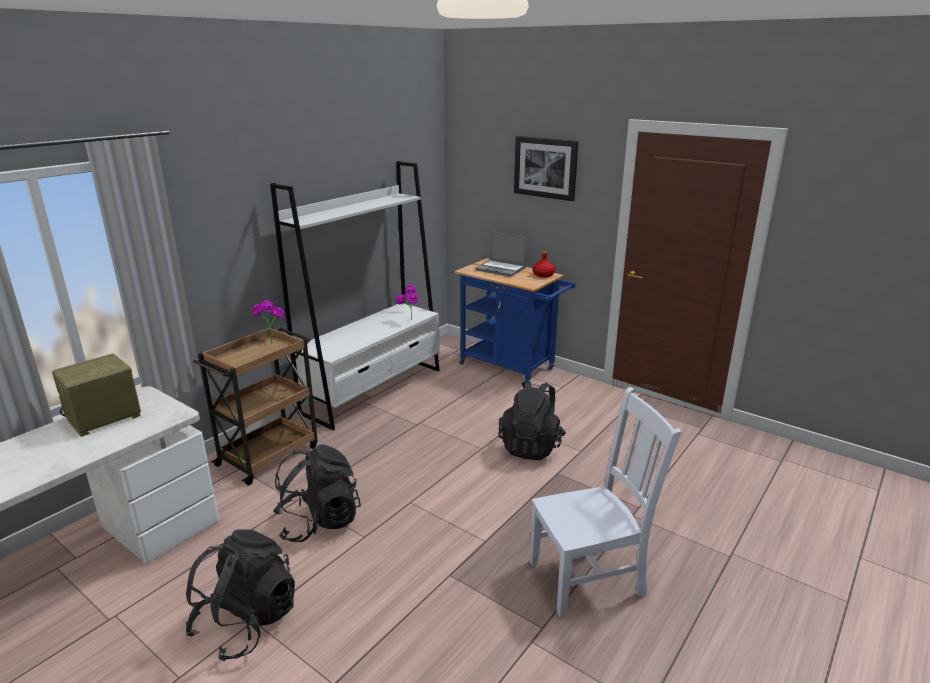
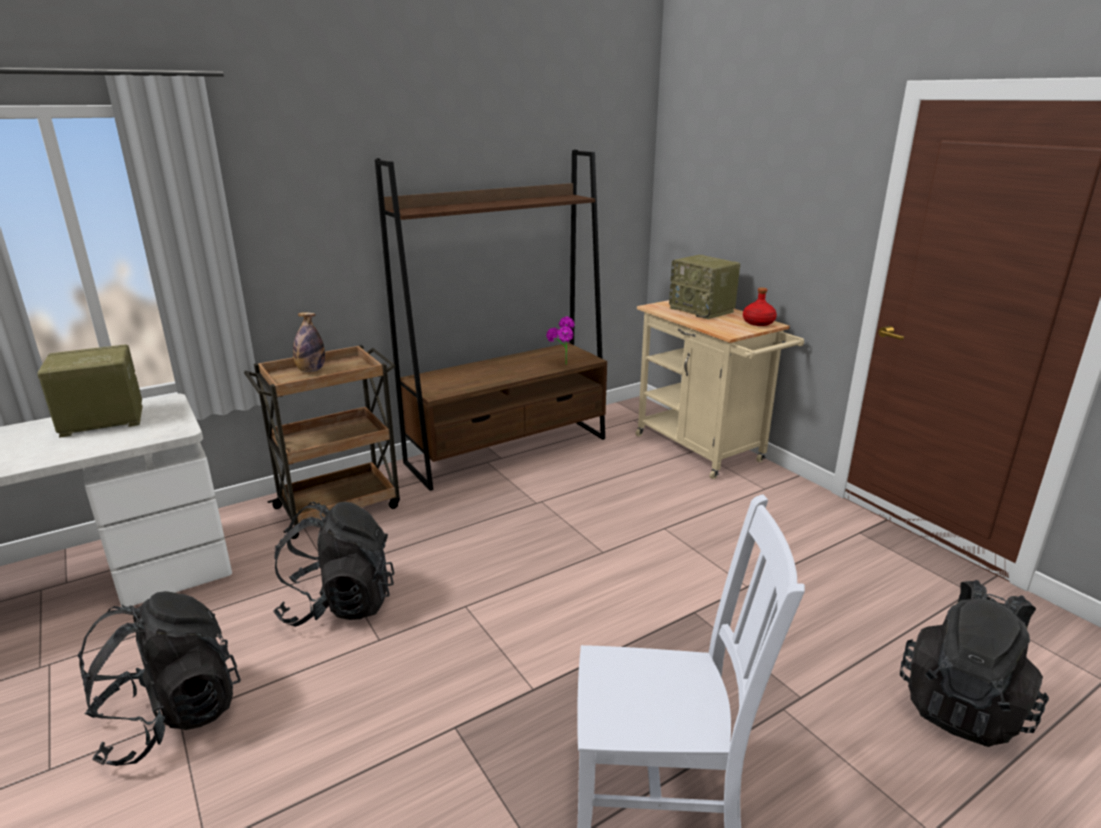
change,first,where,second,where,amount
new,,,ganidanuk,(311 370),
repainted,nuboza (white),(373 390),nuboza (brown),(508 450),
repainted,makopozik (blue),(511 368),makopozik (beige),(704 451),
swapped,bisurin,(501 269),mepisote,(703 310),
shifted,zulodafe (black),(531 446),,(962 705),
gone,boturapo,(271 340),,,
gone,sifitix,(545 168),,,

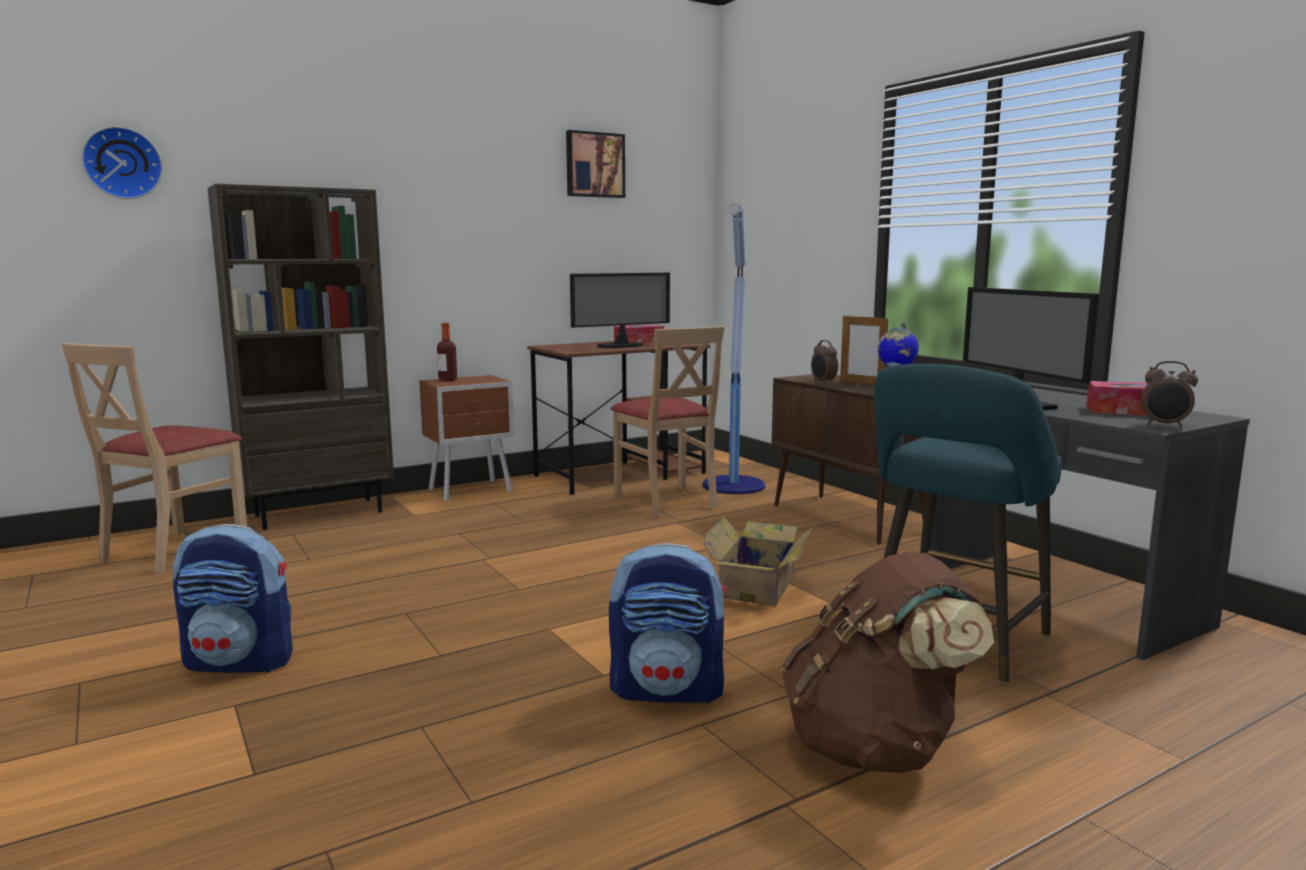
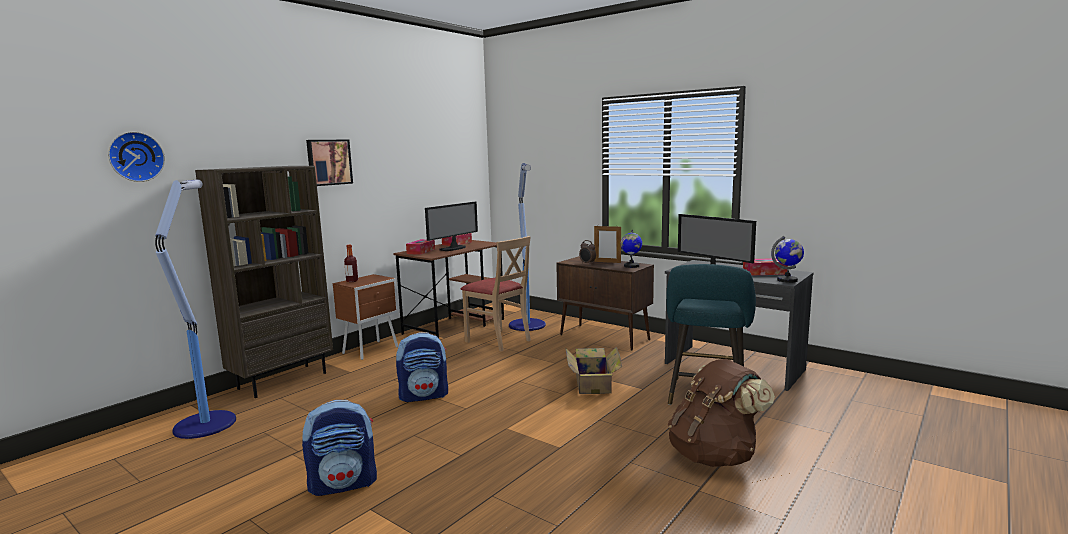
change,first,where,second,where,amount
swapped,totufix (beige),(173 551),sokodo,(206 423),
shifted,sifitix,(594 165),,(328 162),
shifted,zulodafe,(668 690),,(424 396),
new,,,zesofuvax,(421 251),
swapped,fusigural,(1164 425),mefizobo,(787 280),

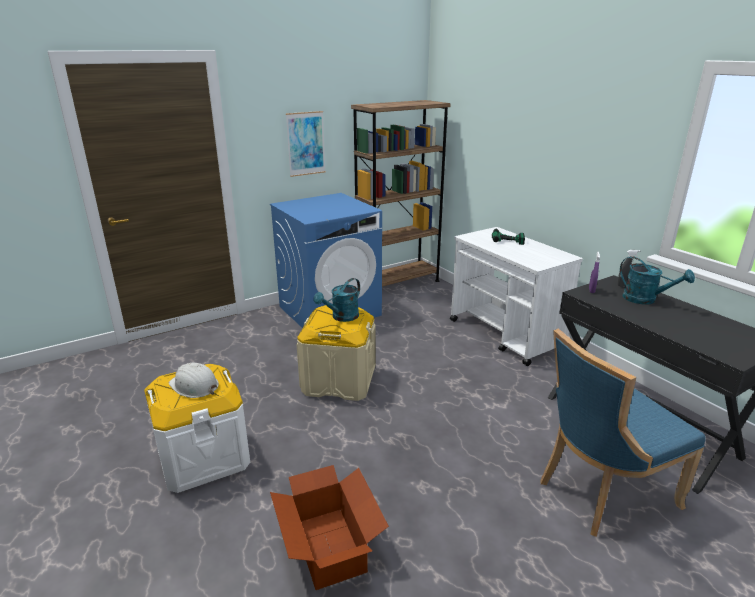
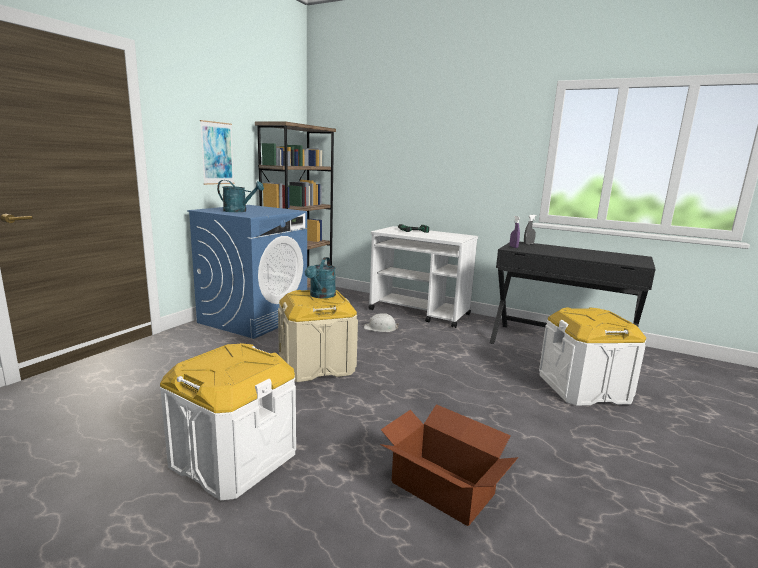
change,first,where,second,where,amount
shifted,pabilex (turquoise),(645 300),,(239 211),
shifted,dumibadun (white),(194 386),,(380 328),
swapped,totufix (blue),(601 492),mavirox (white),(583 388),

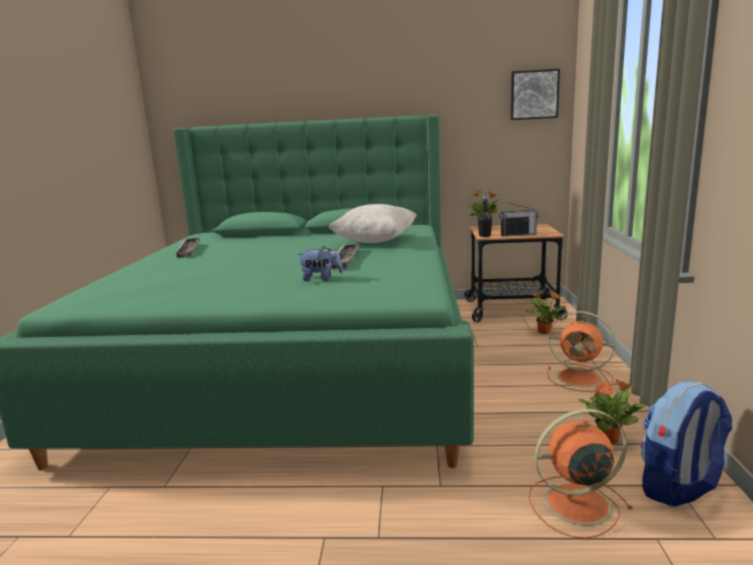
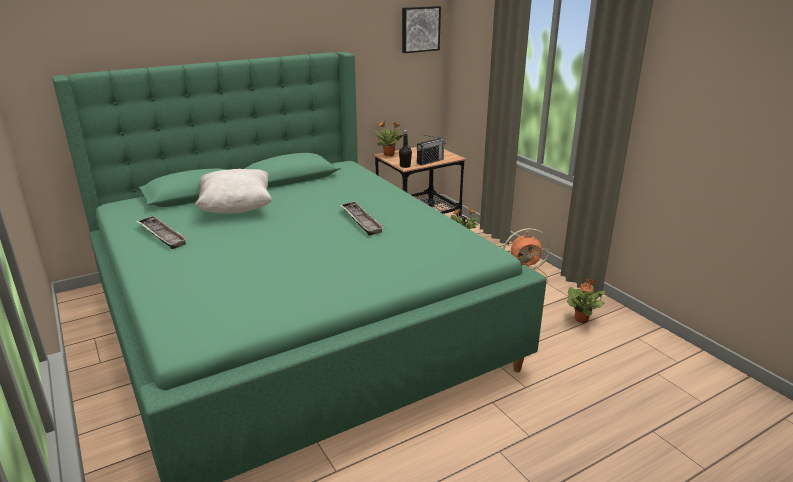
change,first,where,second,where,amount
shifted,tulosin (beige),(375 241),,(236 208),
gone,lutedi,(321 279),,,
gone,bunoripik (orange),(574 504),,,
gone,zulodafe,(679 488),,,

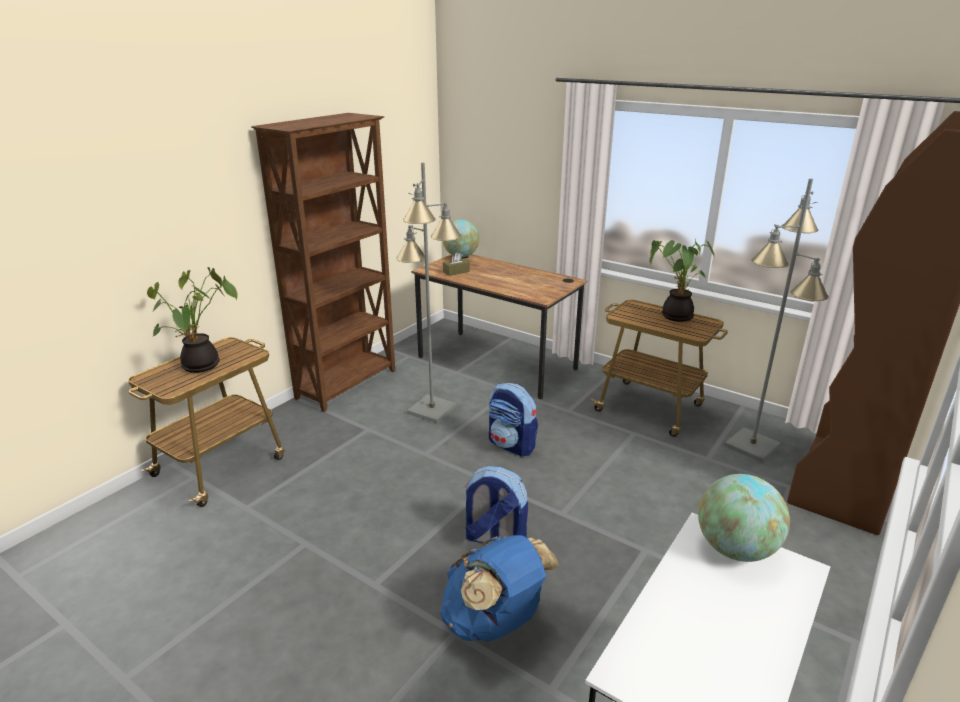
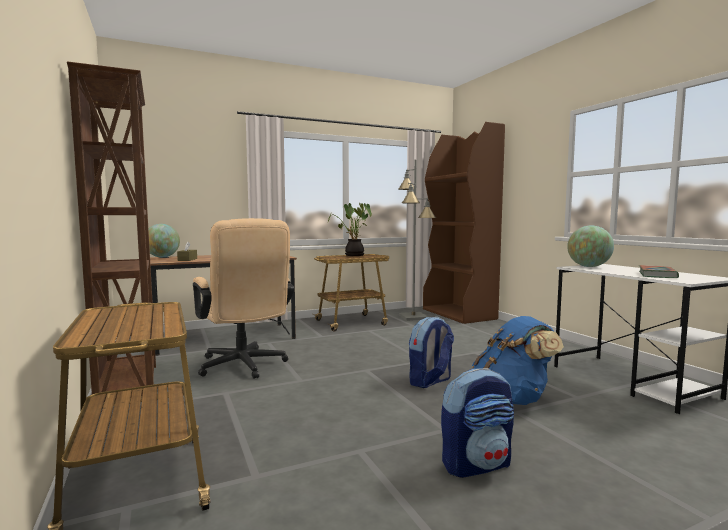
change,first,where,second,where,amount
swapped,sokodo (grey),(431 410),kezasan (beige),(244 367),
shifted,zulodafe,(512 445),,(476 464),
new,,,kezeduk,(657 275),
gone,boturapo,(202 367),,,

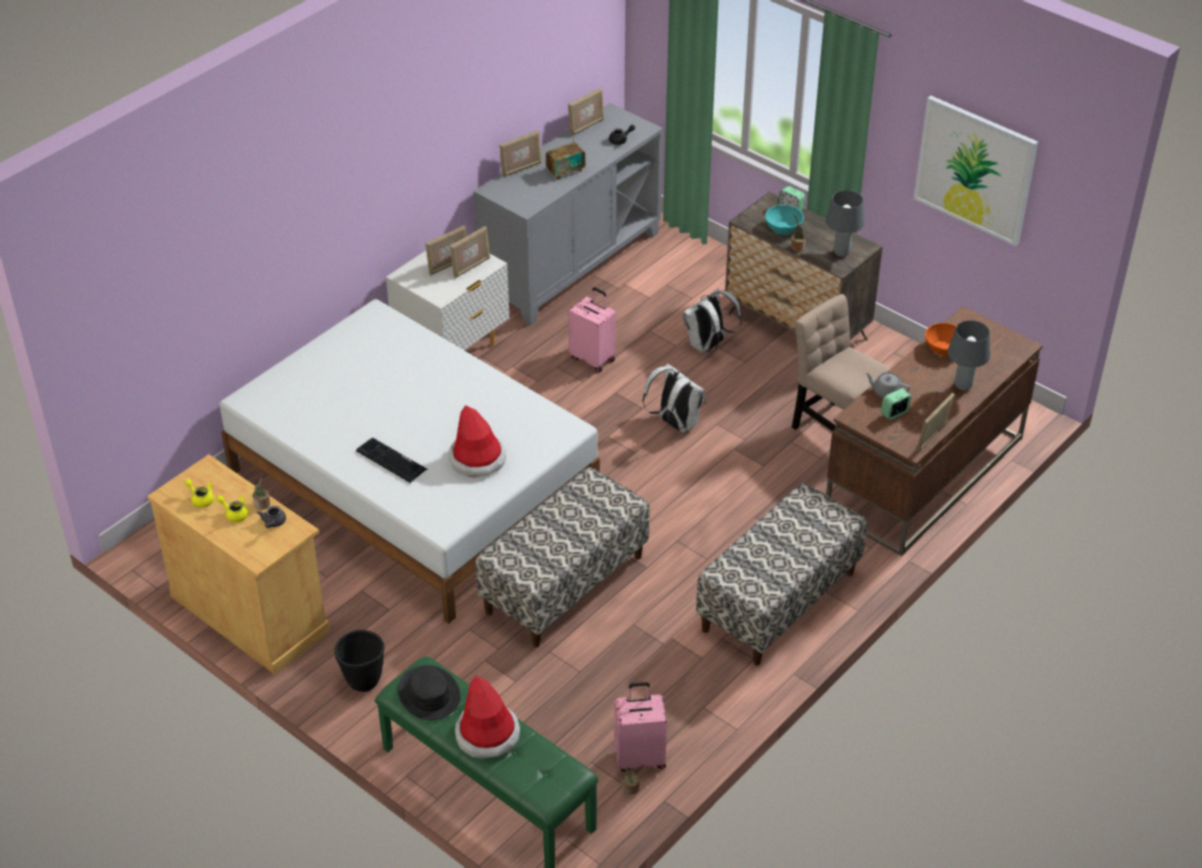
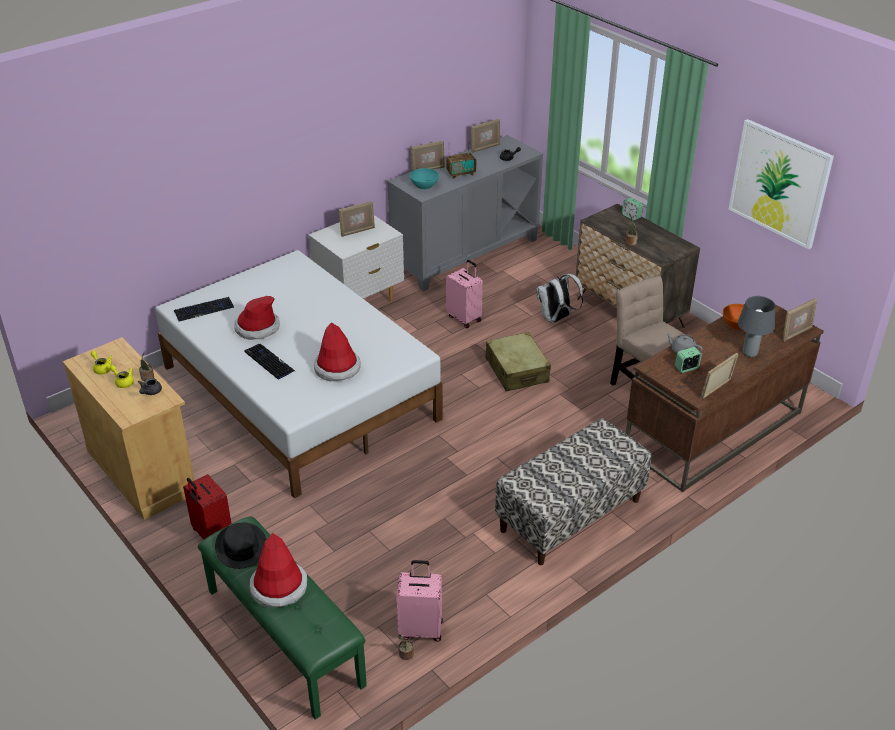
change,first,where,second,where,amount
new,,,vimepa,(204 310),
swapped,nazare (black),(363 681),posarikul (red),(211 534),
new,,,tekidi,(257 328),
shifted,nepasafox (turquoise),(783 228),,(424 185),
swapped,zulodafe (white),(675 423),posarikul (beige),(517 370),
shifted,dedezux,(470 267),,(796 333),
gone,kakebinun,(564 584),,,
gone,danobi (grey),(841 252),,,

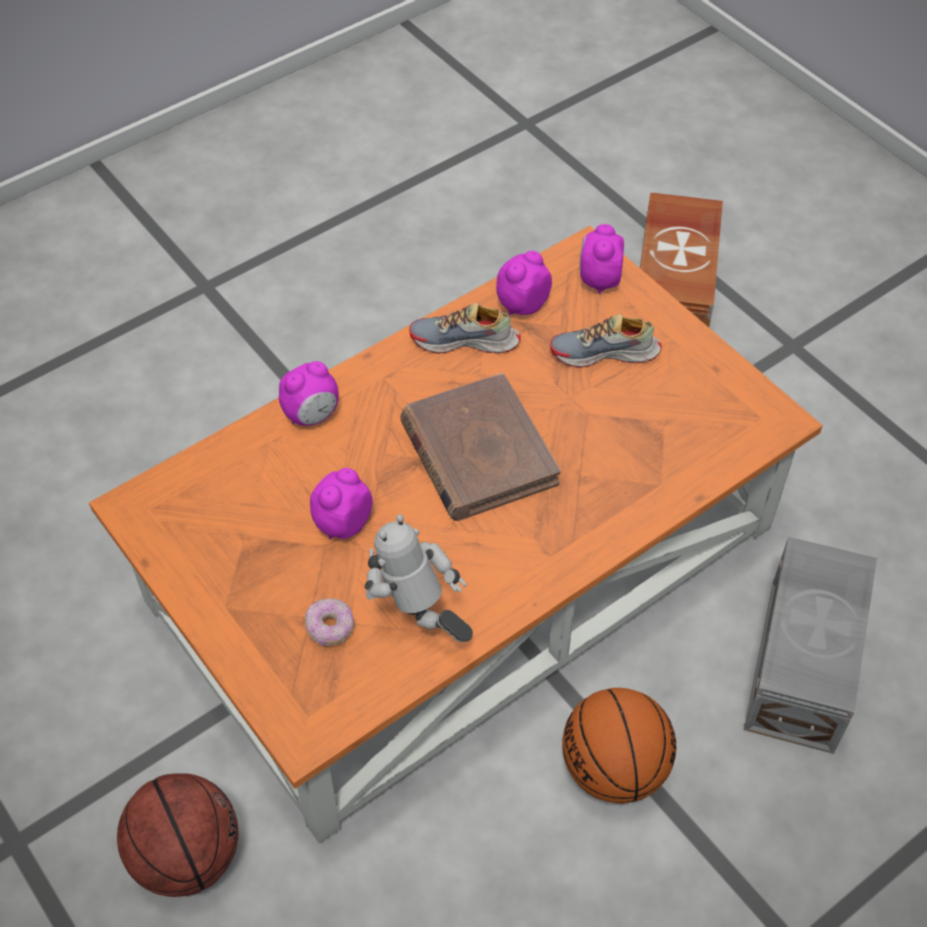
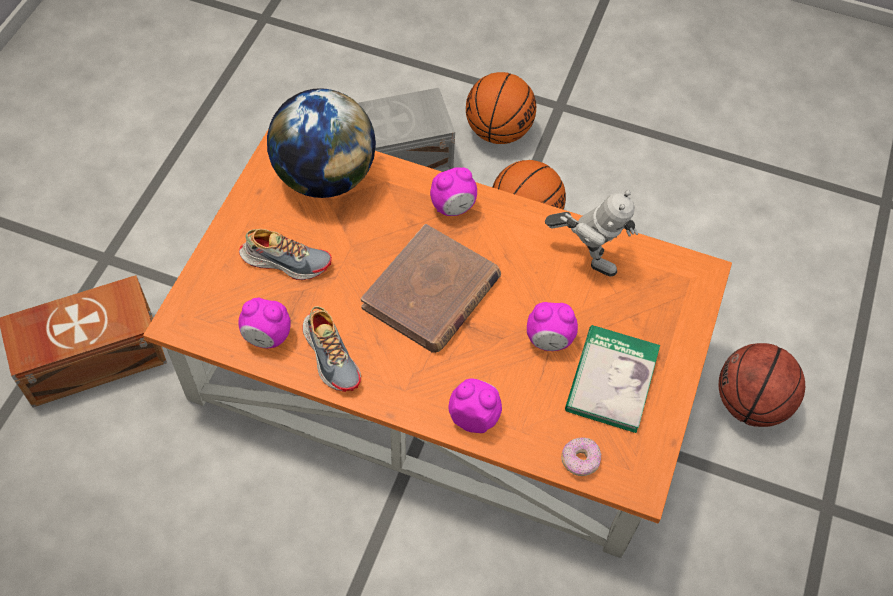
change,first,where,second,where,amount
rotated,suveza,(605 353),,(286 261),45 degrees counterclockwise
new,,,mefizobo,(325 176),
shifted,fusigural,(598 280),,(453 207),
new,,,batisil,(498 131),
rotated,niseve,(418 624),,(587 256),75 degrees counterclockwise
shifted,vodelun,(330 628),,(580 460),
new,,,kezeduk,(611 380),

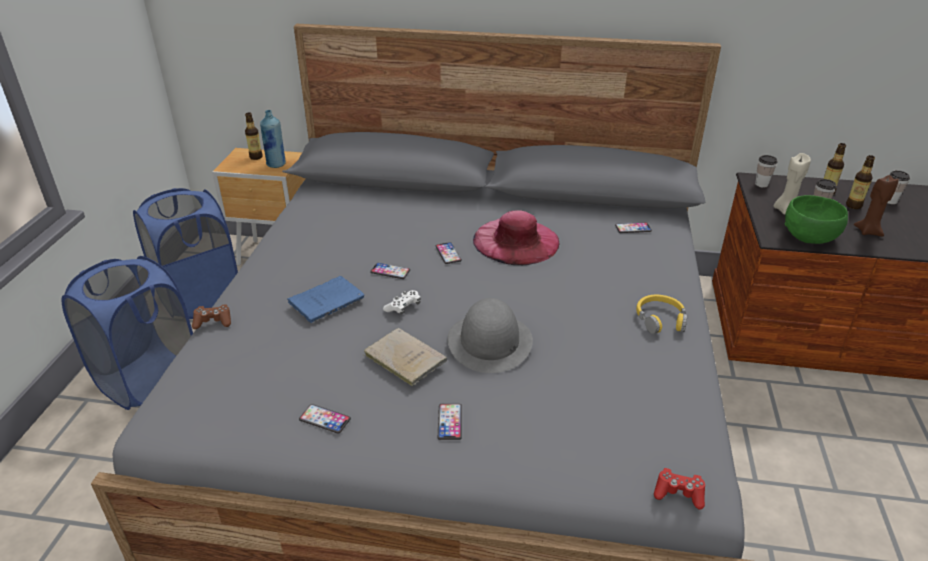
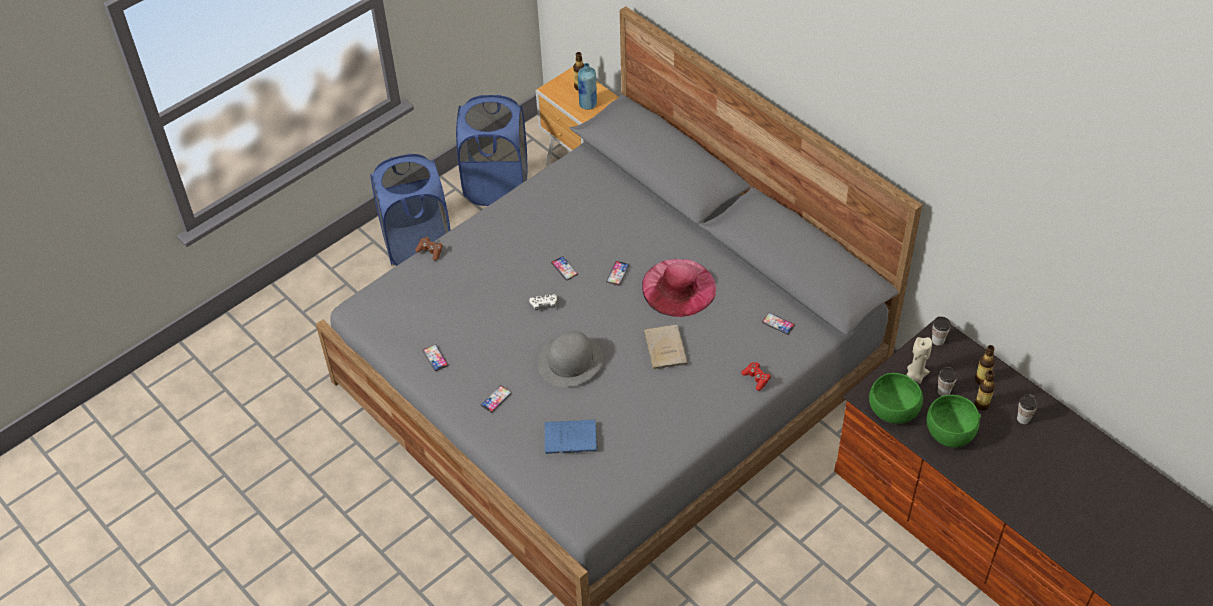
change,first,where,second,where,amount
shifted,kezeduk (blue),(328 300),,(572 438),
shifted,kezeduk (beige),(403 357),,(664 347),
shifted,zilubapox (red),(678 493),,(756 378),
swapped,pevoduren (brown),(868 231),nepasafox (green),(949 433),
gone,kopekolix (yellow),(660 319),,,

